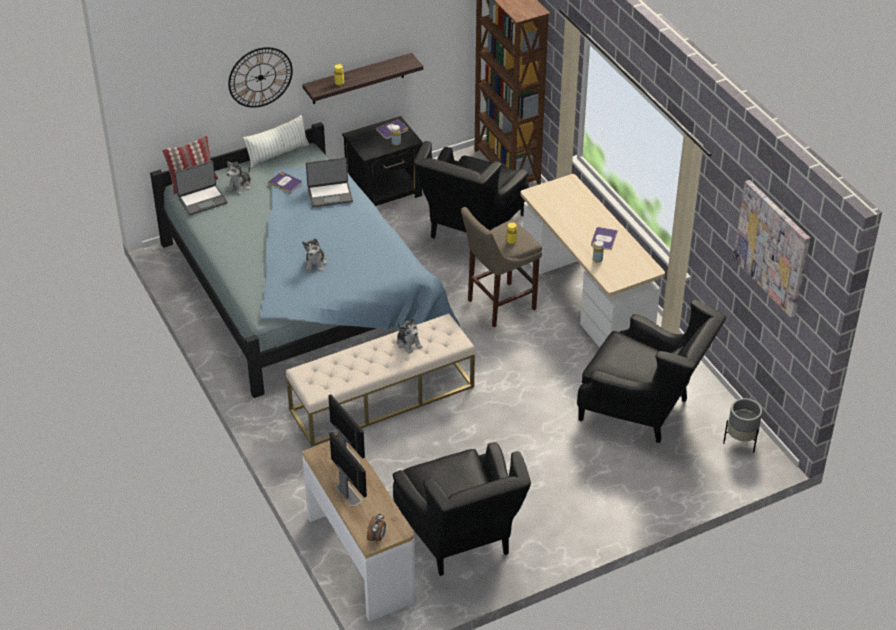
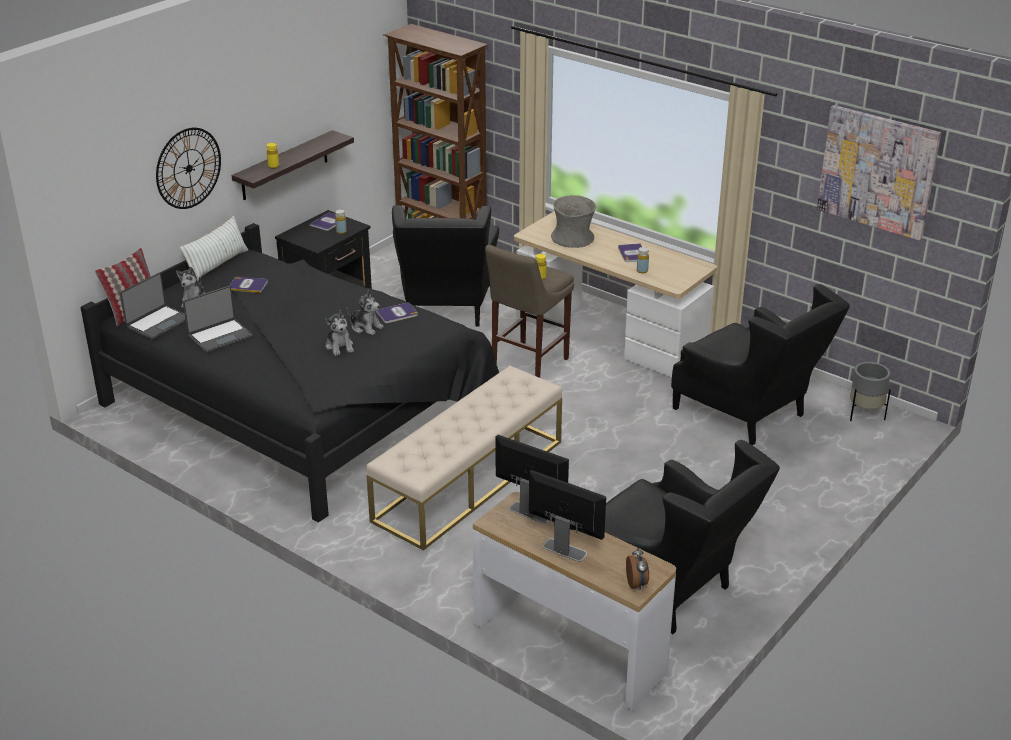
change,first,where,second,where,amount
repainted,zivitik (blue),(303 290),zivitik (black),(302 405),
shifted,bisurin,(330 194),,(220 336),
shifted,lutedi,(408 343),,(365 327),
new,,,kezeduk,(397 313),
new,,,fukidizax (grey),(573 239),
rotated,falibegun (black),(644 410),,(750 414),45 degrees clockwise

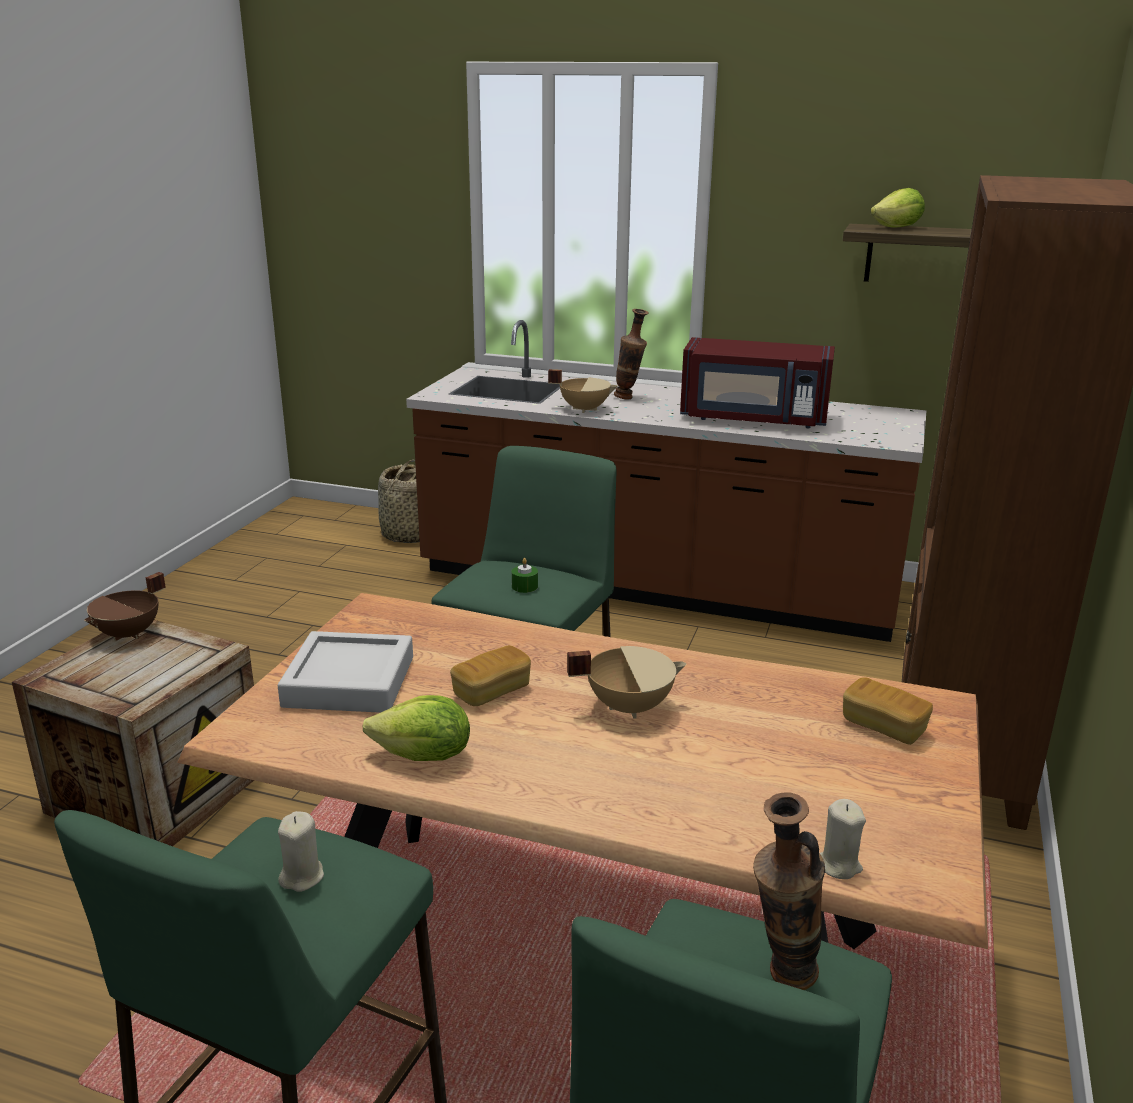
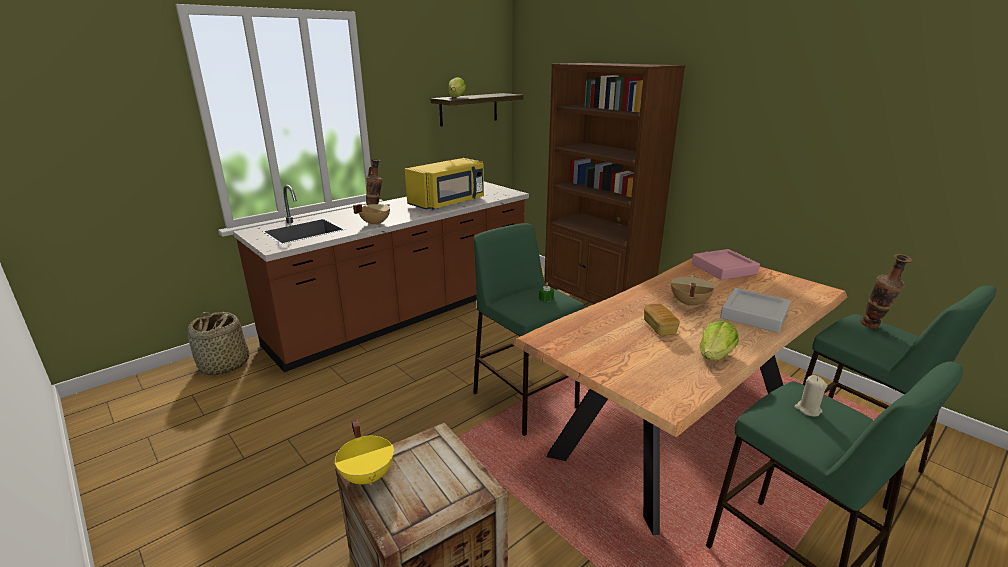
change,first,where,second,where,amount
repainted,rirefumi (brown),(129 634),rirefumi (yellow),(368 475),
repainted,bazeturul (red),(753 419),bazeturul (yellow),(448 202),
swapped,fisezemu,(883 727),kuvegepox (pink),(724 269),
shifted,kuvegepox (grey),(349 682),,(754 315),
gone,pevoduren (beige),(838 864),,,

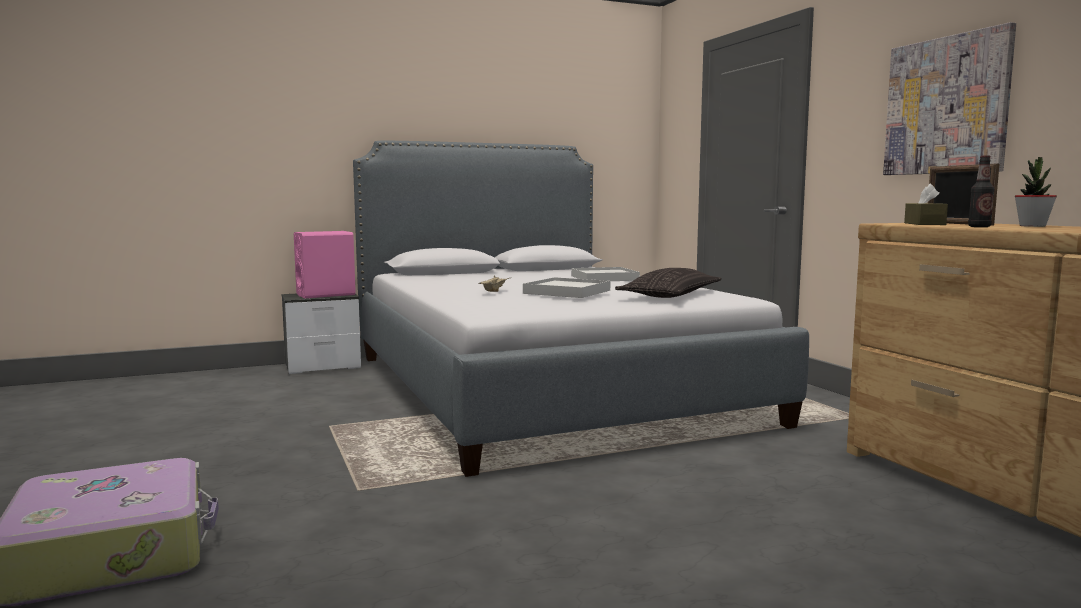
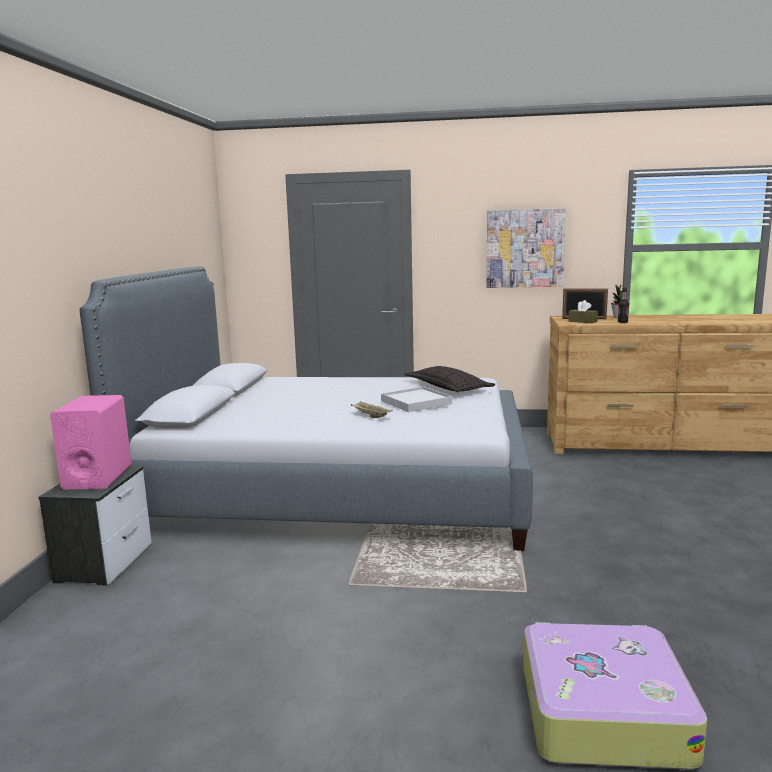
change,first,where,second,where,amount
gone,kuvegepox (white),(604 278),,,

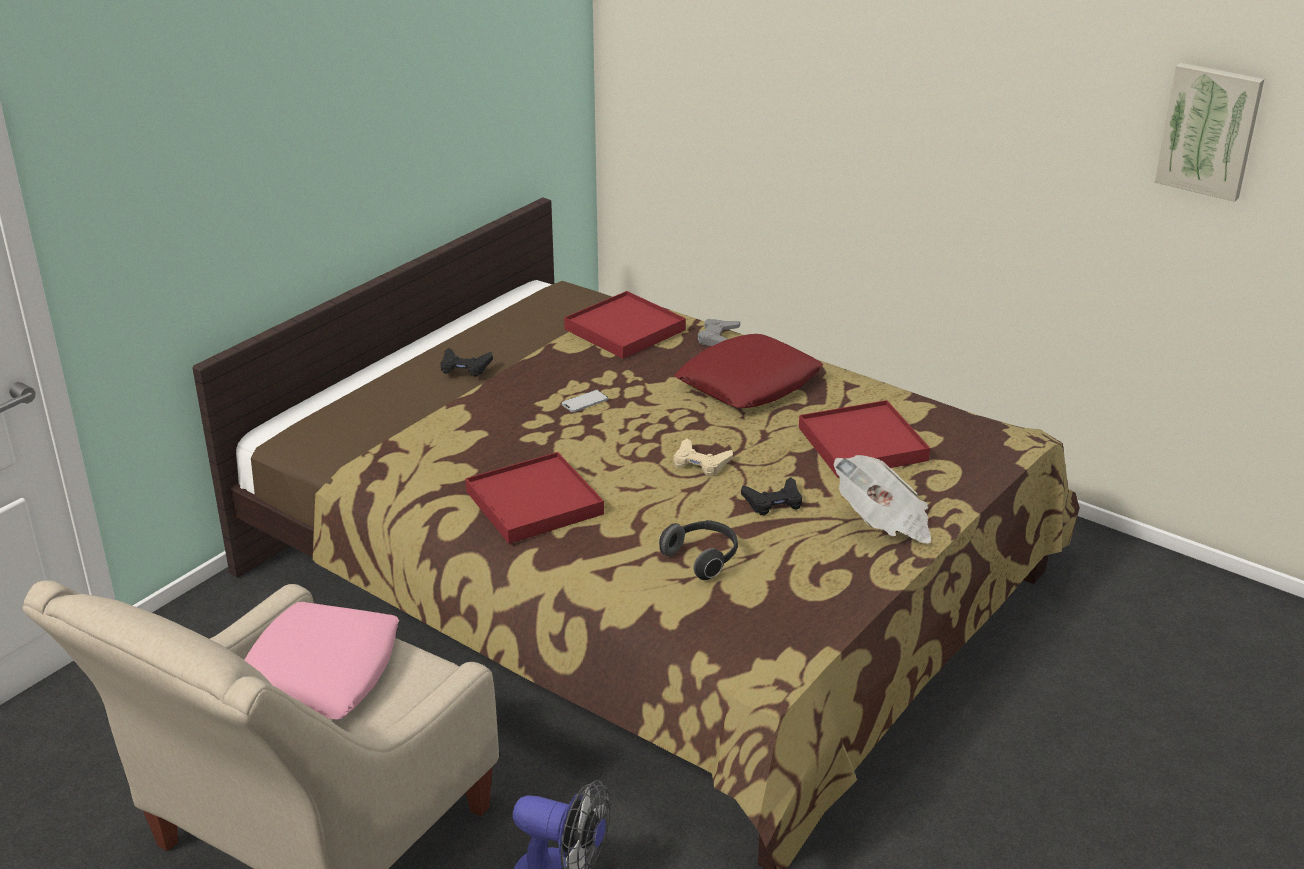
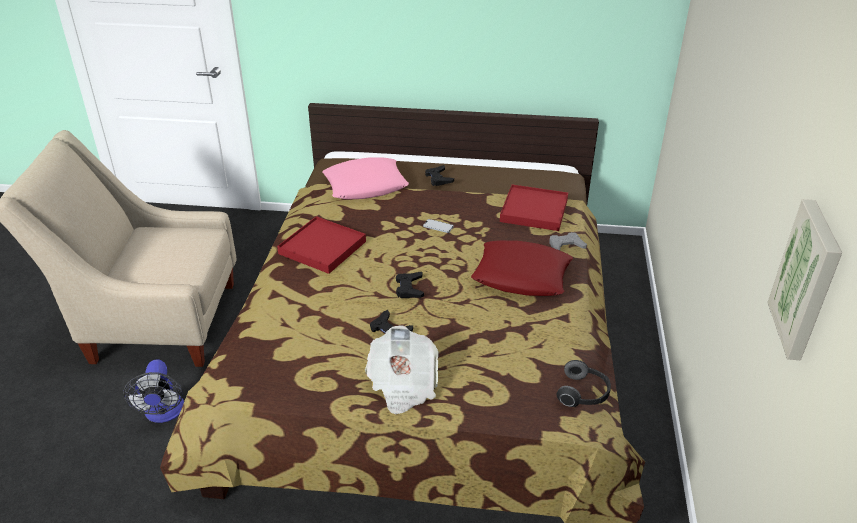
change,first,where,second,where,amount
shifted,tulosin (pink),(319 672),,(365 185),
repainted,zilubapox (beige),(700 463),zilubapox (black),(409 288),
shifted,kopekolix,(703 558),,(583 394),
gone,kuvegepox (red),(862 444),,,

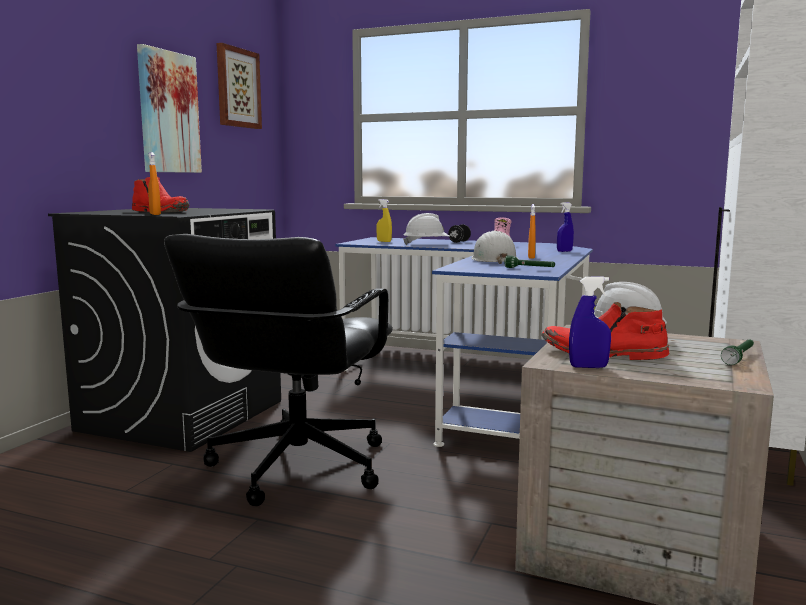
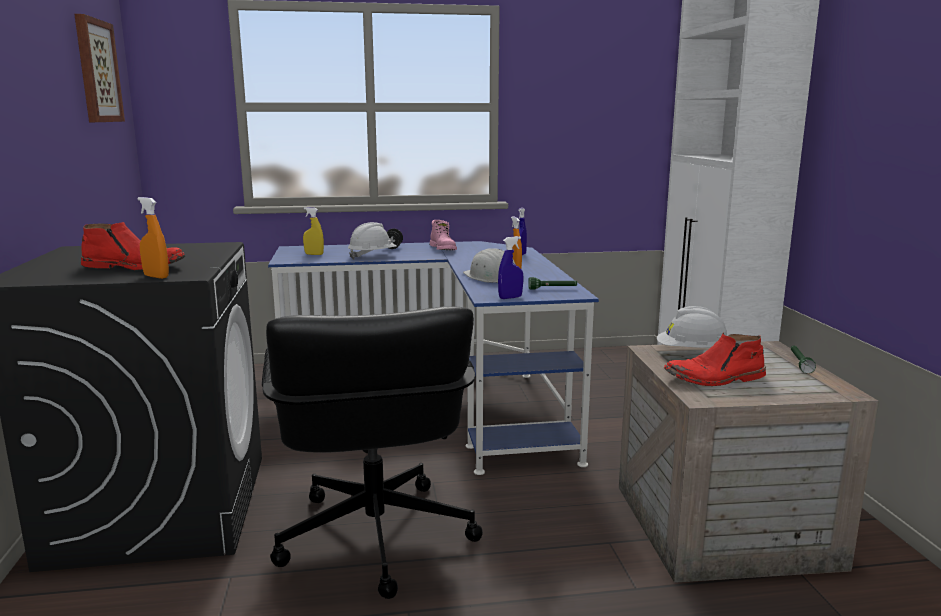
change,first,where,second,where,amount
shifted,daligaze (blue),(588 367),,(510 298),
gone,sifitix,(168 112),,,

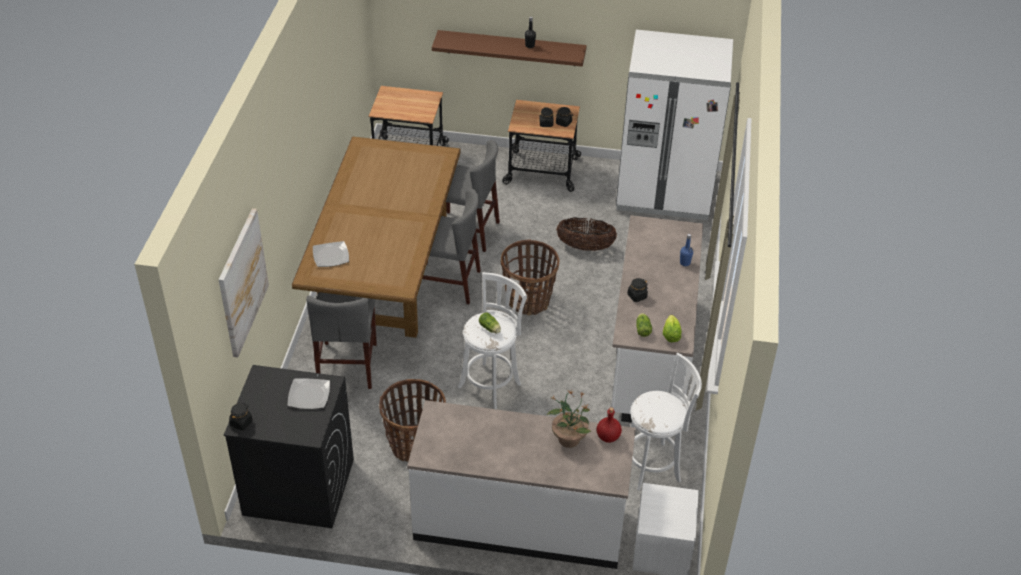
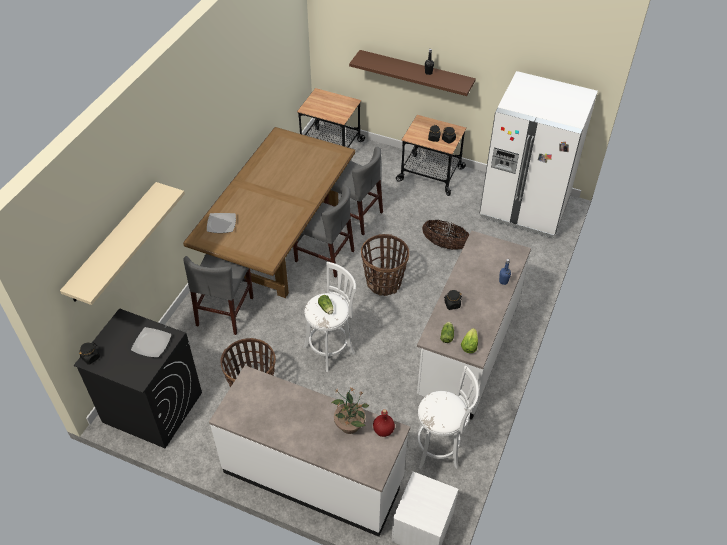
change,first,where,second,where,amount
swapped,sifitix,(242 282),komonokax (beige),(113 242),

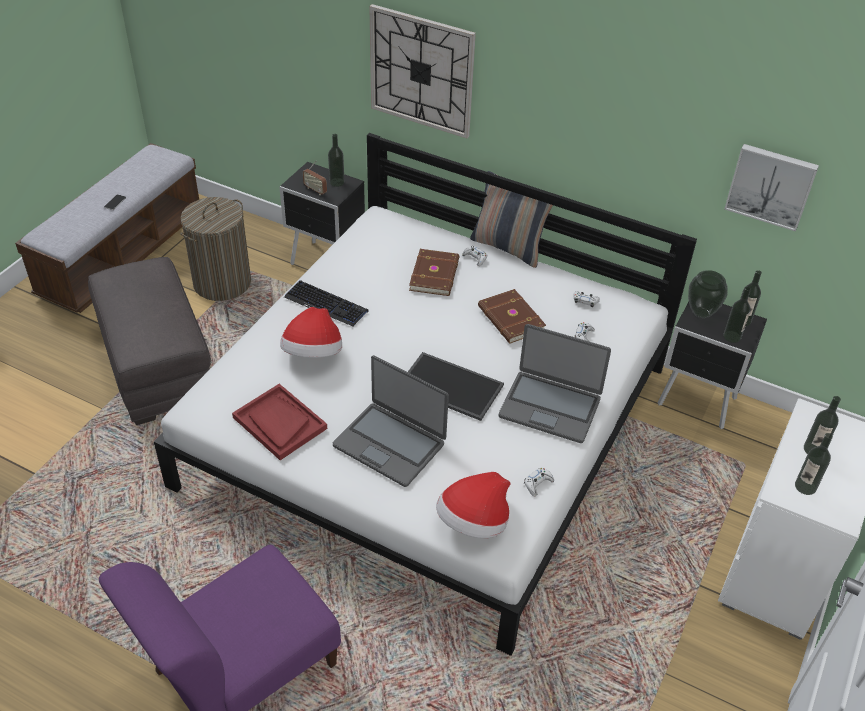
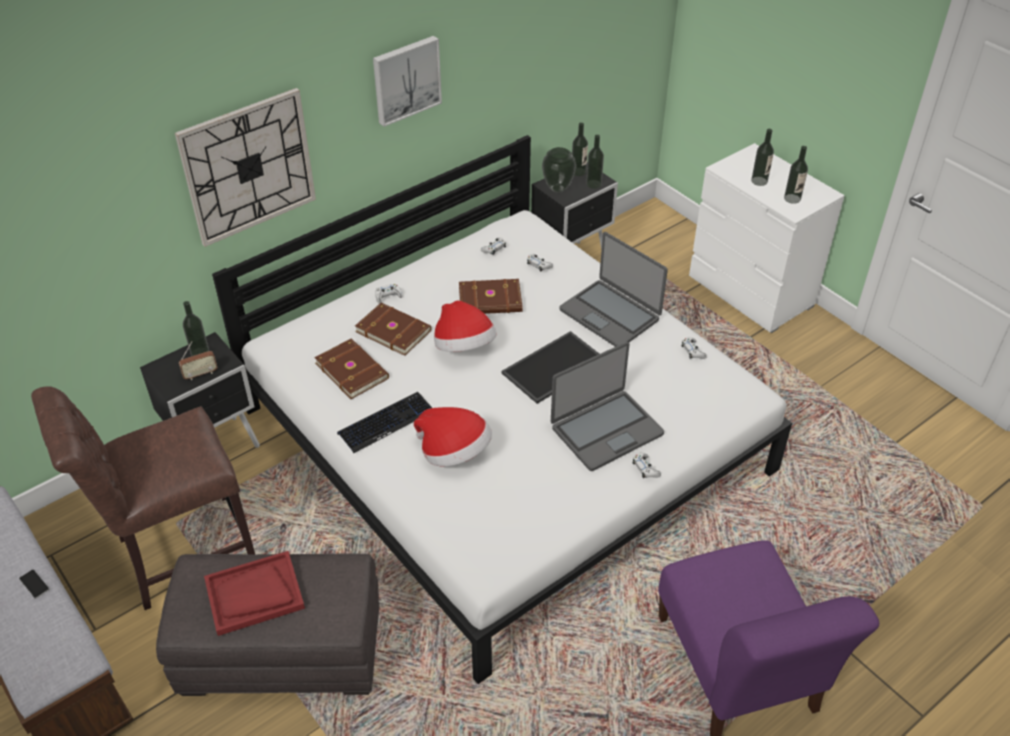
change,first,where,second,where,amount
swapped,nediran,(222 282),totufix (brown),(178 553),
shifted,kuvegepox (red),(279 423),,(254 594),
new,,,kezeduk (brown),(352 370),
shifted,sifitix,(771 185),,(406 79),
shifted,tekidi,(474 522),,(464 347),
rotated,bisurin,(550 407),,(610 314),90 degrees clockwise
new,,,zilubapox (white),(645 469),
gone,tulosin,(508 248),,,

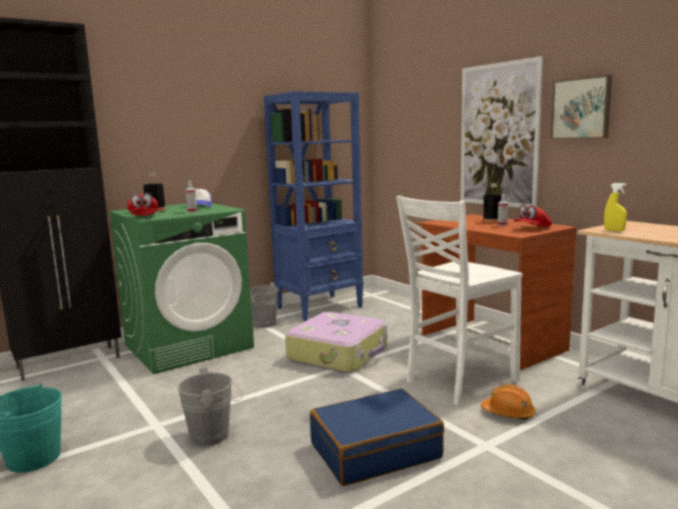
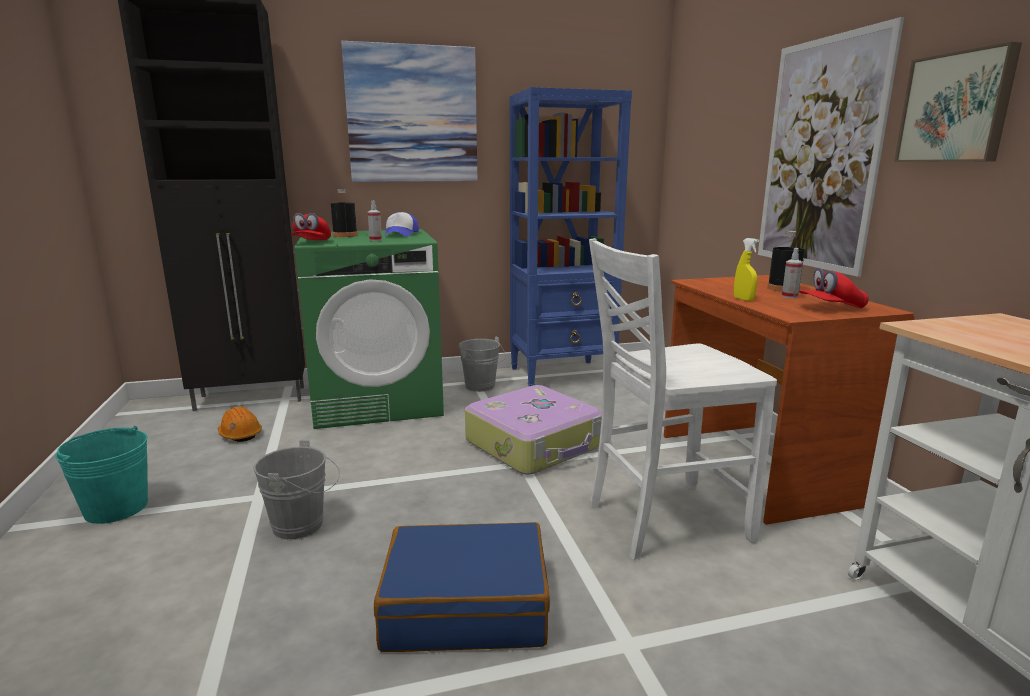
change,first,where,second,where,amount
shifted,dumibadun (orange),(508 413),,(240 434),
new,,,sifitix,(412 115),
shifted,daligaze (yellow),(614 230),,(743 299),

